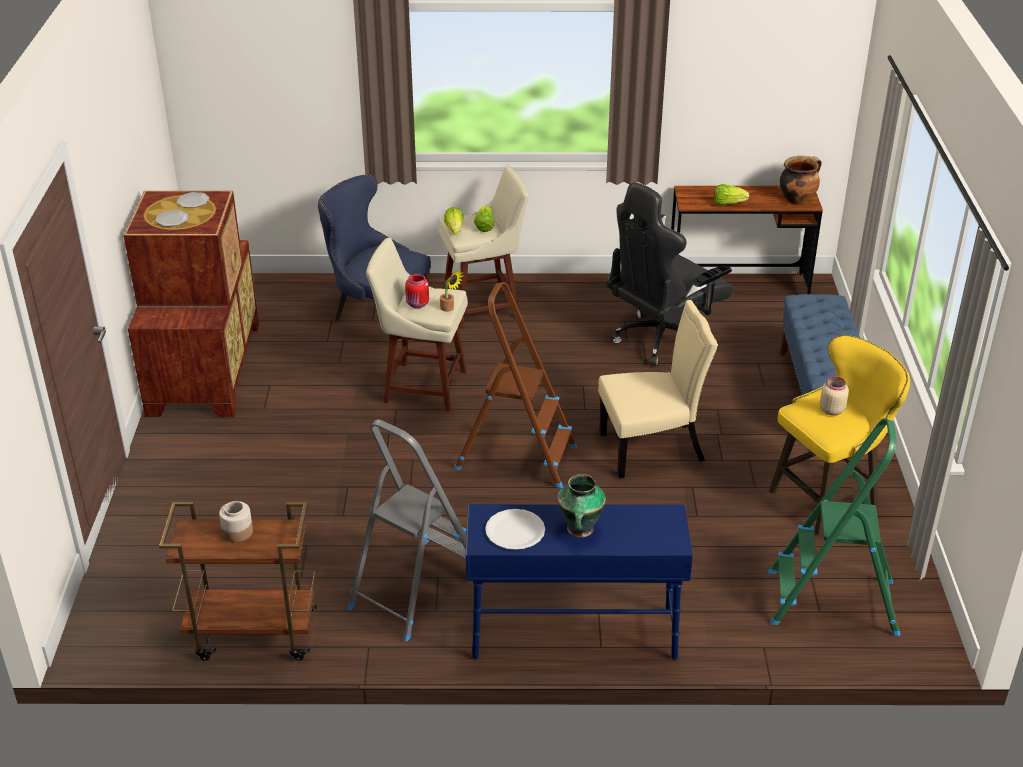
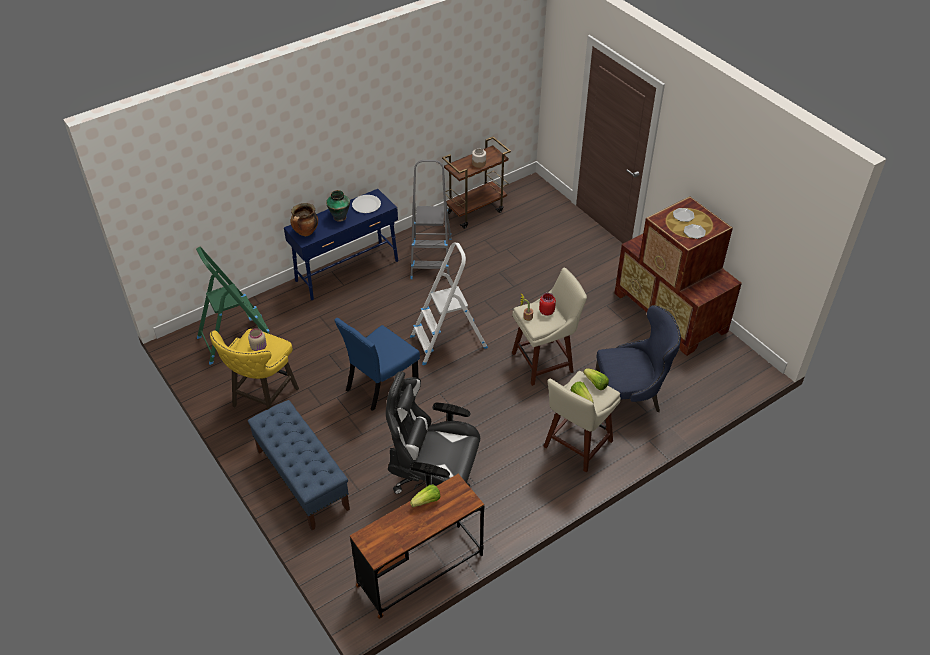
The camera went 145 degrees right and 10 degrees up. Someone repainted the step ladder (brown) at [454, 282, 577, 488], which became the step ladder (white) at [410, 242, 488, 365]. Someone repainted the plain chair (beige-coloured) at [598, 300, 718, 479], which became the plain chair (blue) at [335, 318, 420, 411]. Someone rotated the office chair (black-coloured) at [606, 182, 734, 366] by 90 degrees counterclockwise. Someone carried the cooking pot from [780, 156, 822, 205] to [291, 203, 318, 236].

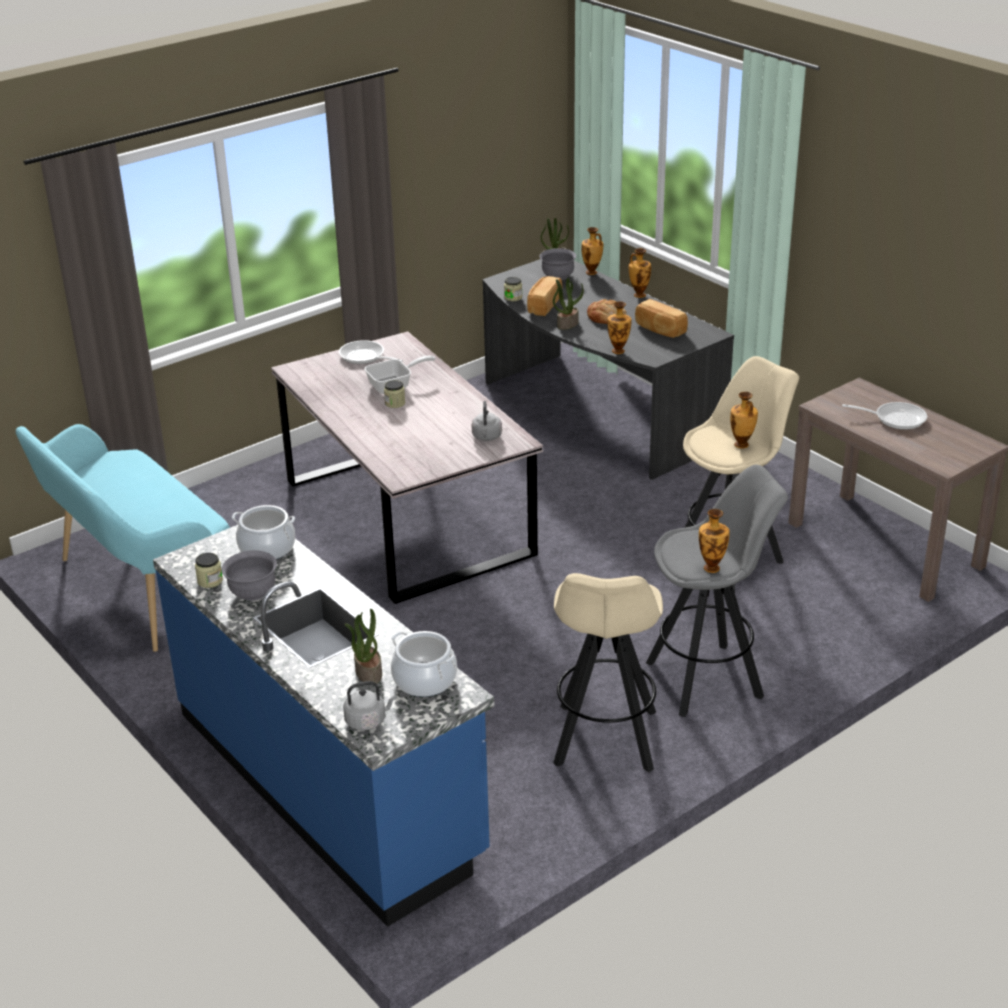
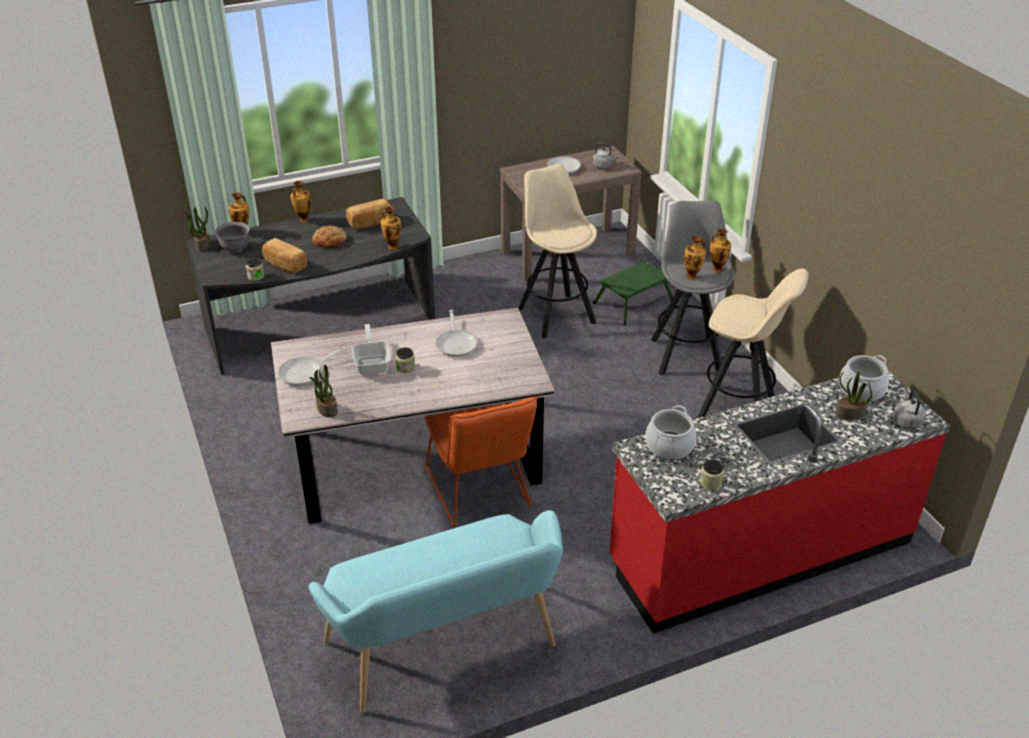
The camera went 75 degrees left and 5 degrees up. Someone repainted the kitchen base unit (blue) at [153, 525, 494, 927], which became the kitchen base unit (reddish) at [609, 371, 950, 634]. Someone took away the bowl (greyish) at [222, 550, 277, 601]. Someone carried the water kettle (greyish) from [472, 401, 502, 441] to [592, 143, 619, 169]. Someone carried the potted plant from [553, 278, 584, 330] to [309, 365, 338, 418]. Someone carried the decorative vase from [730, 392, 758, 449] to [684, 235, 706, 280]. Someone put down the plain chair (orange) at [425, 396, 538, 527]. Someone put down the skillet at [435, 310, 478, 357]. Someone put down the step ladder (greenish) at [592, 260, 673, 326].

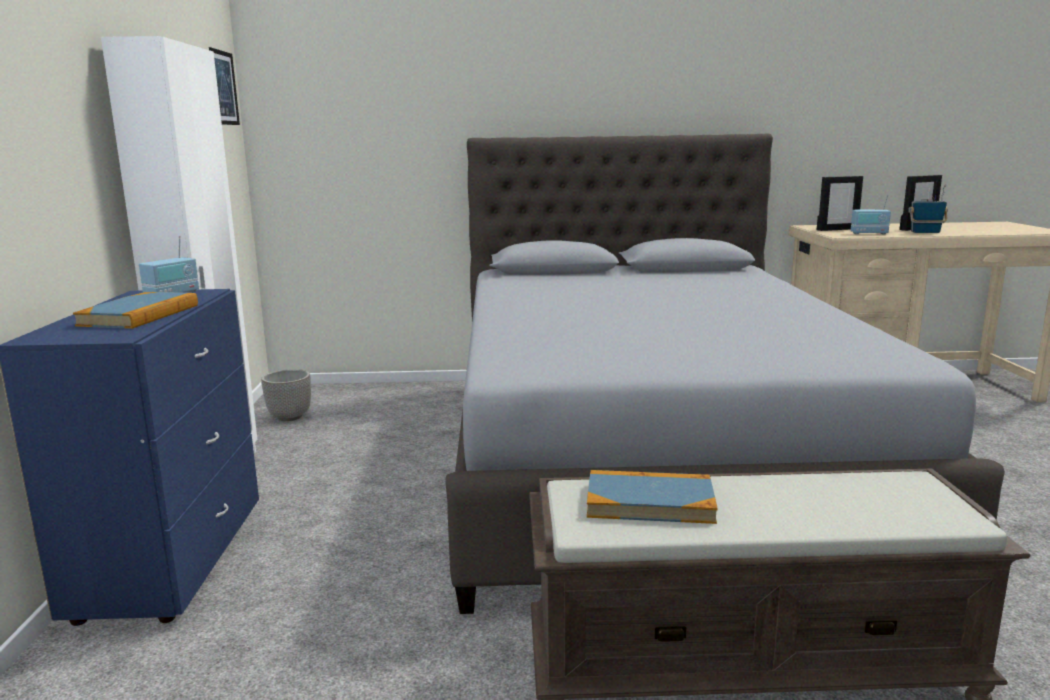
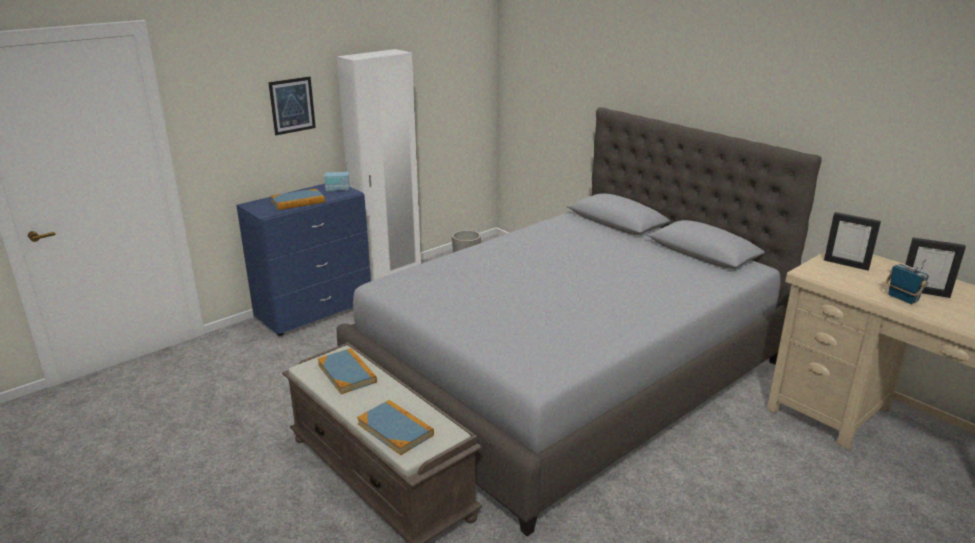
The camera went 50 degrees right and 10 degrees up. Someone carried the picture from [209, 47, 240, 125] to [268, 77, 316, 135]. Someone took away the radio set at [851, 195, 891, 234]. Someone put down the book at [357, 400, 434, 455].

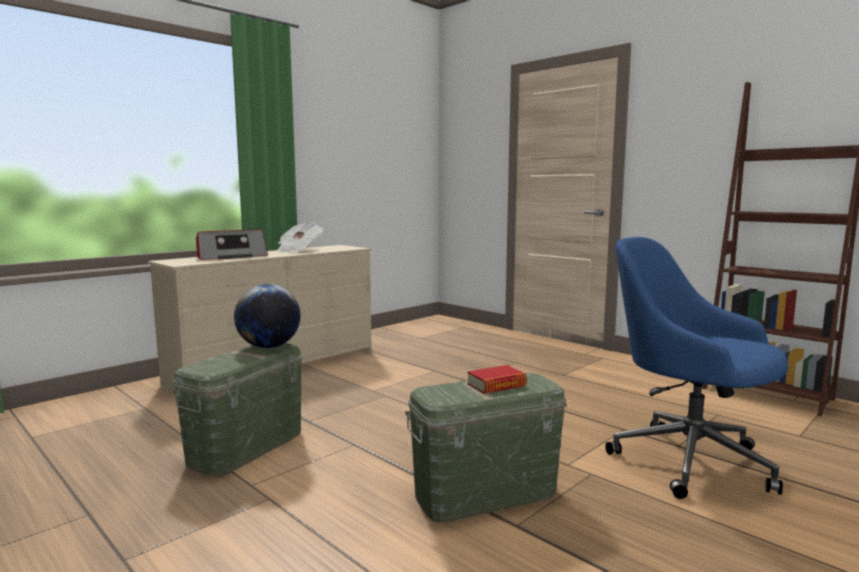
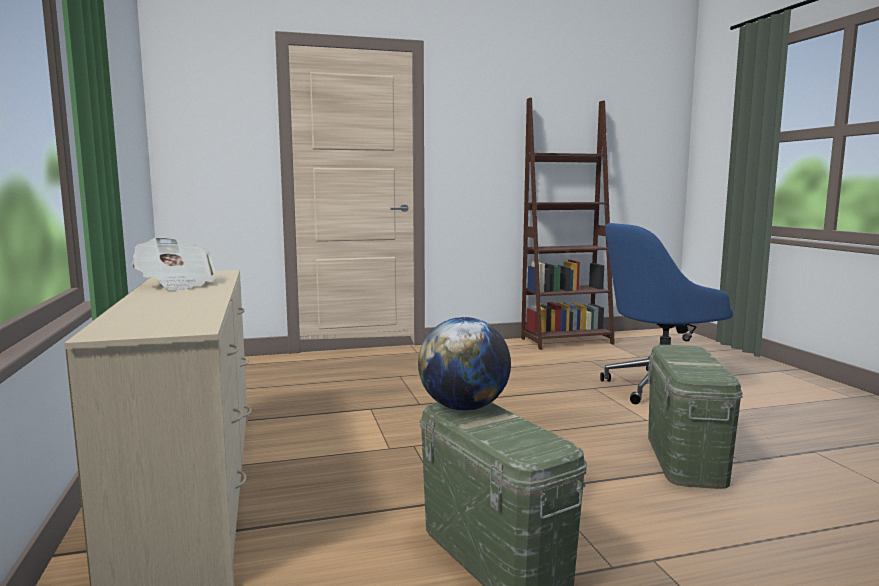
The camera went 60 degrees left and 0 degrees up. Someone took away the radio set at [196, 229, 268, 260]. Someone took away the book at [467, 365, 527, 394].

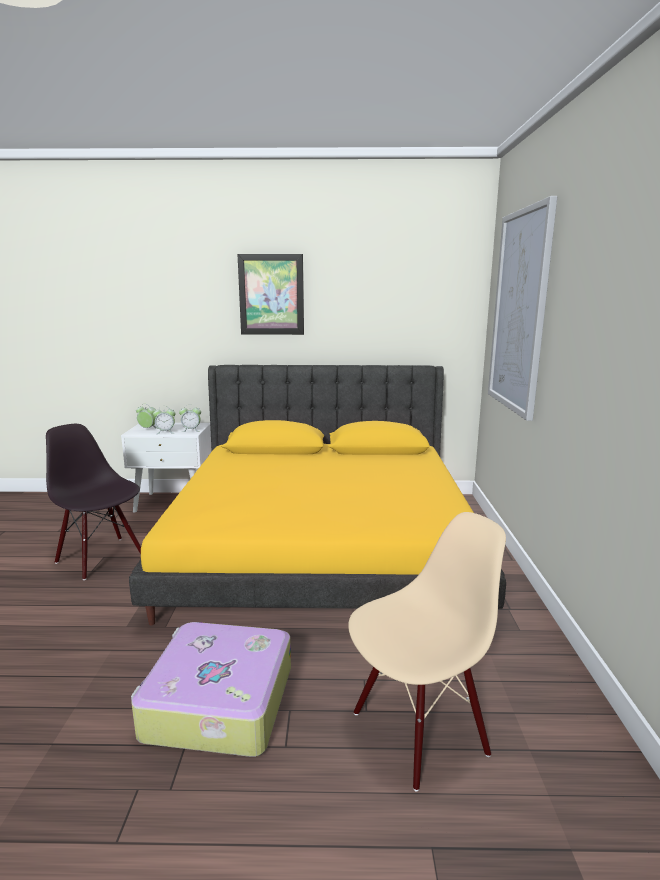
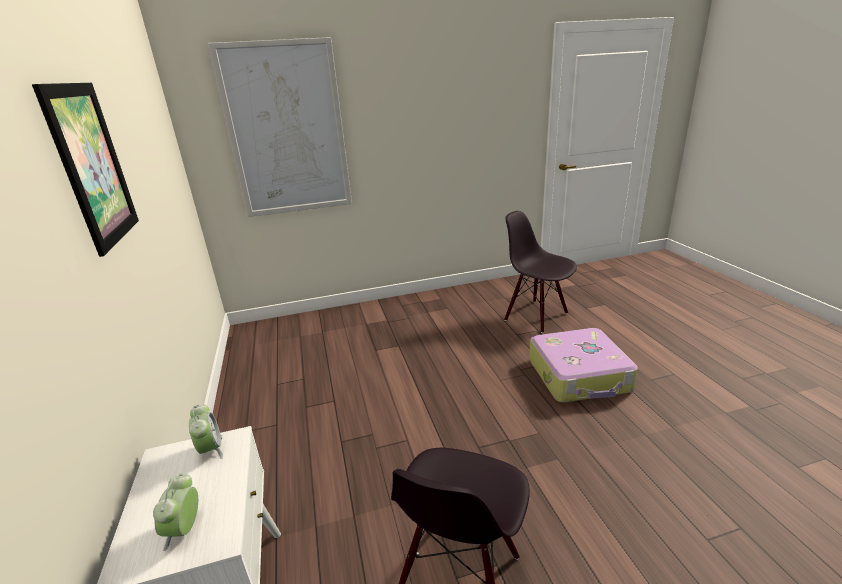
The camera went 105 degrees left and 10 degrees up. Someone took away the bed (yellow) at [129, 365, 506, 625]. Someone took away the table clock at [153, 409, 176, 434]. Someone repainted the plain chair (beige-coloured) at [348, 512, 506, 792], which became the plain chair (black-coloured) at [504, 211, 577, 333].

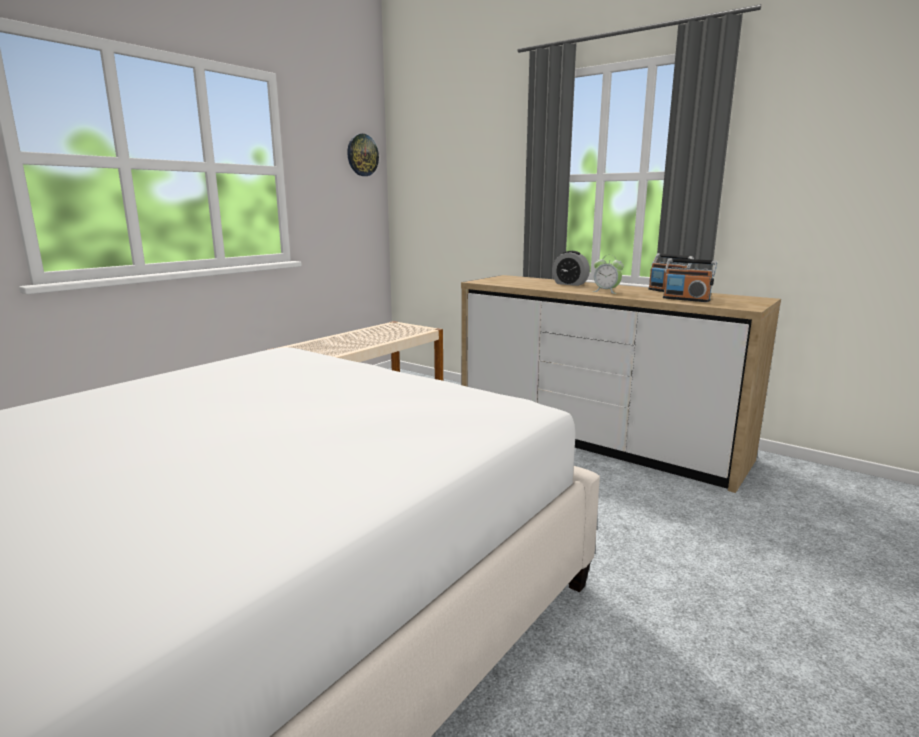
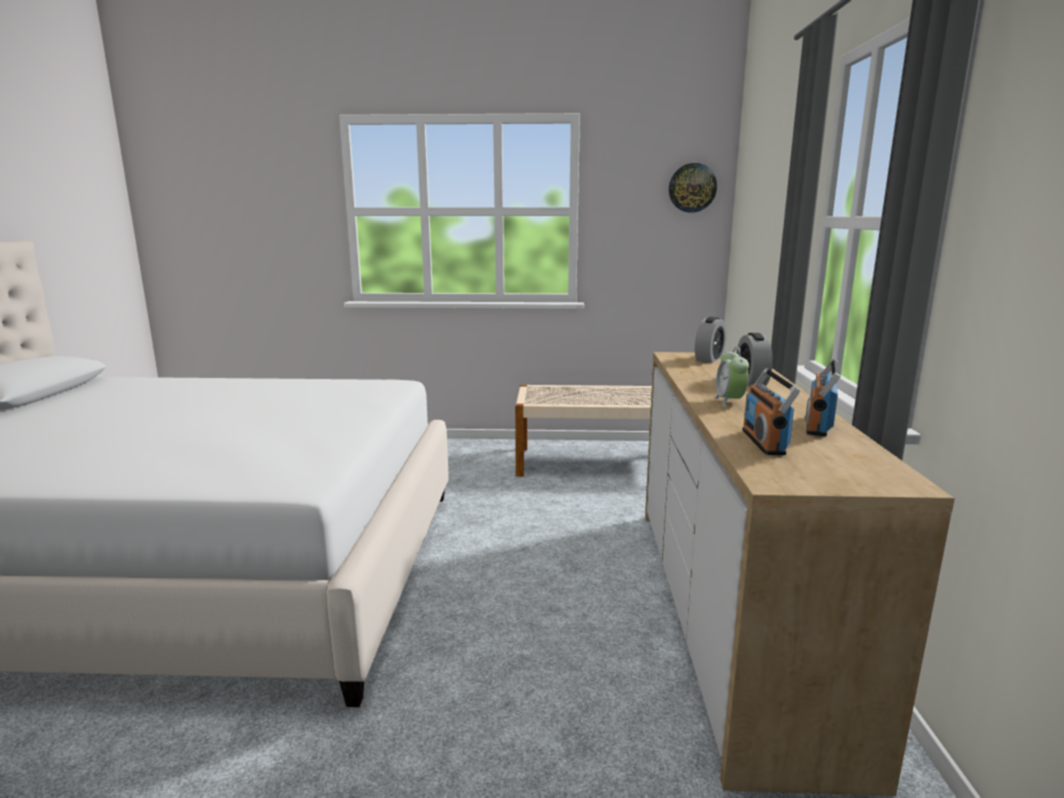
The camera went 55 degrees right and 0 degrees up. Someone put down the table clock at [695, 317, 727, 363].

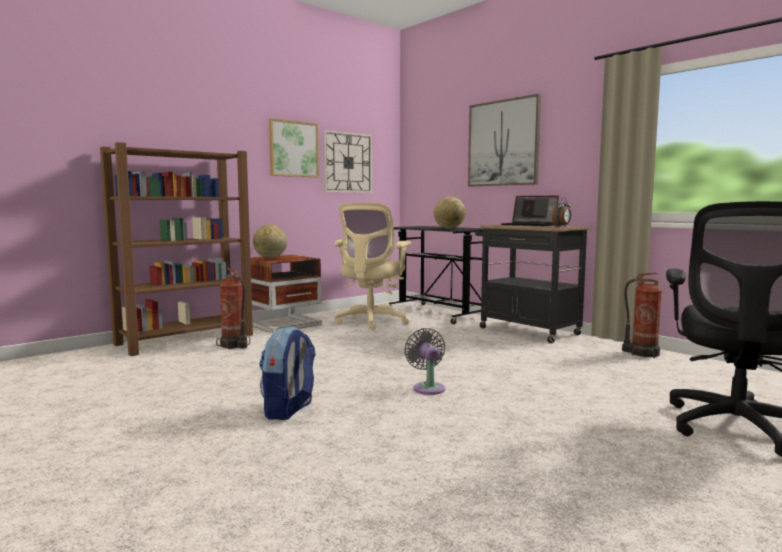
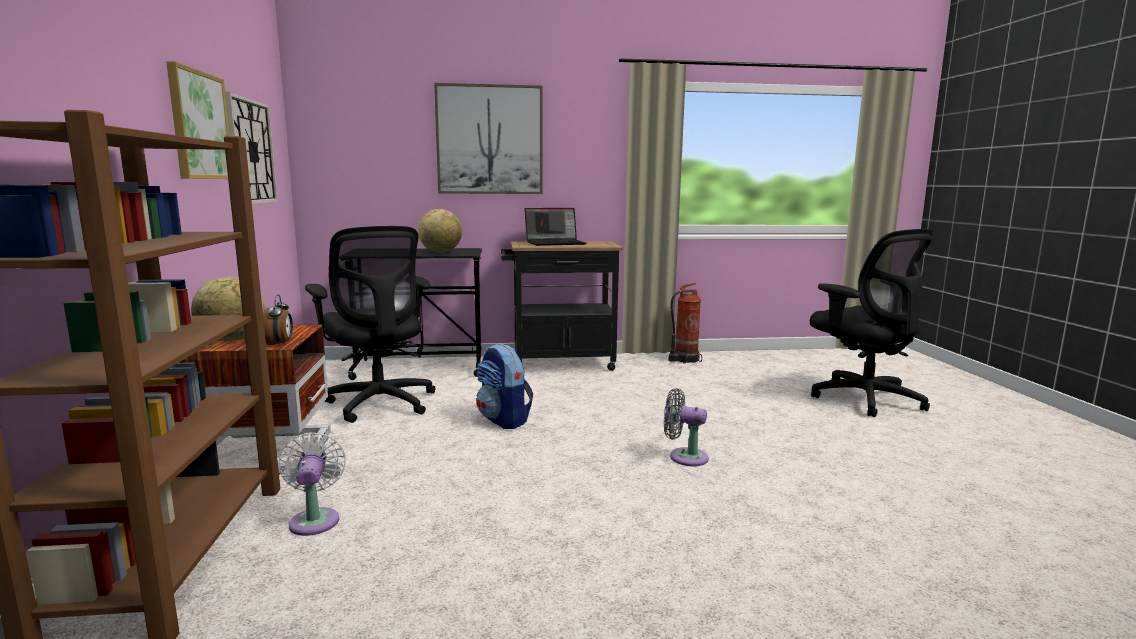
The camera went 55 degrees left and 5 degrees up. Someone swapped the extinguisher at [216, 268, 250, 349] for the electric fan (white) at [278, 432, 346, 536]. Someone carried the knapsack from [259, 326, 316, 420] to [476, 344, 533, 429]. Someone repainted the office chair (beige-coloured) at [334, 202, 411, 330], which became the office chair (black-coloured) at [305, 226, 436, 423]. Someone carried the table clock from [552, 198, 571, 226] to [263, 295, 293, 347].

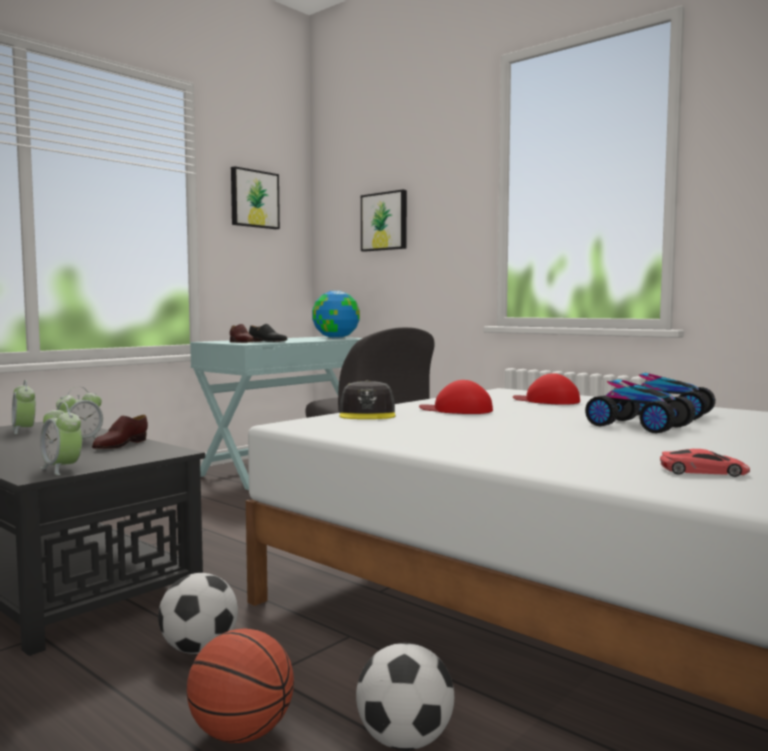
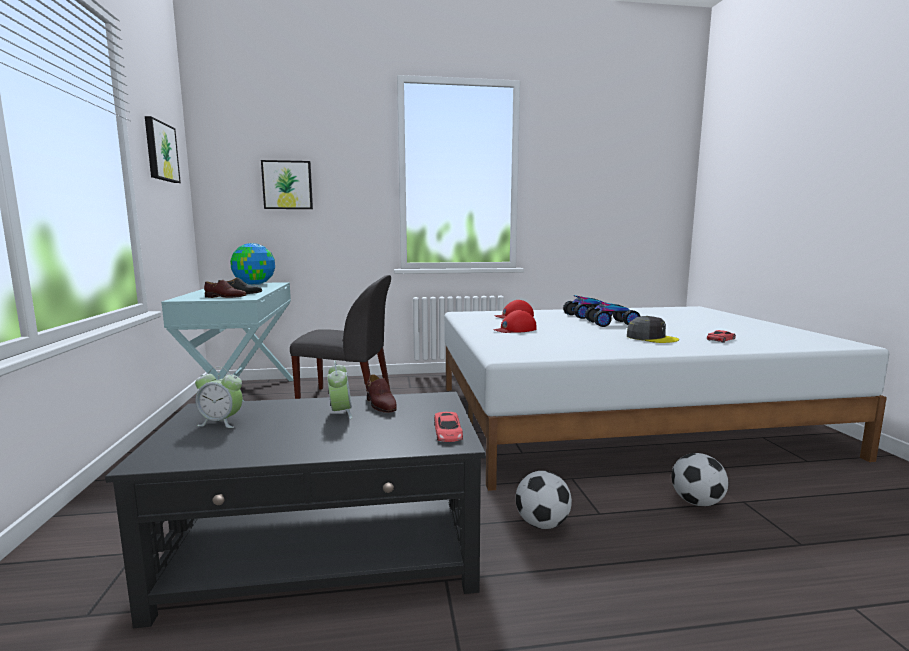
The camera went 50 degrees left and 5 degrees up. Someone swapped the table clock at [40, 403, 82, 475] for the miniature car (reddish) at [434, 412, 463, 442]. Someone took away the basketball ball at [187, 628, 294, 743]. Someone carried the peaked cap (greyish) from [339, 380, 395, 419] to [627, 316, 679, 343].

